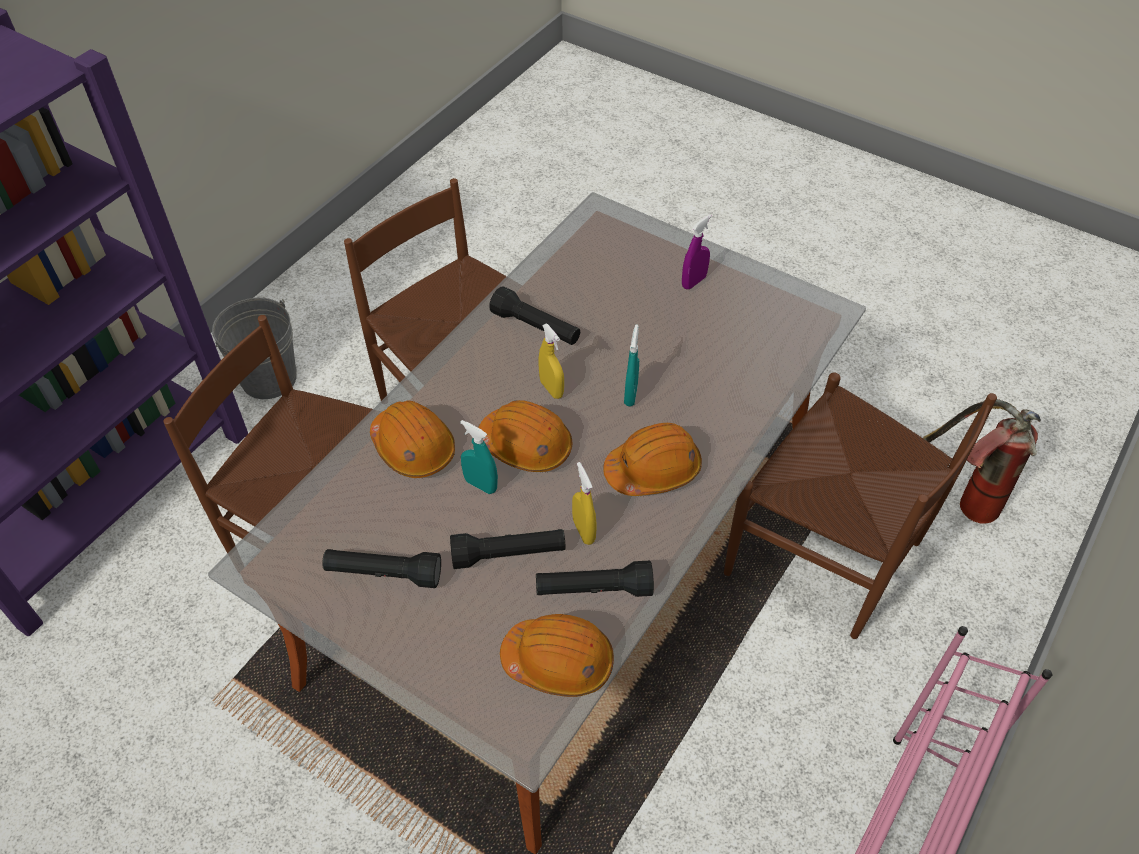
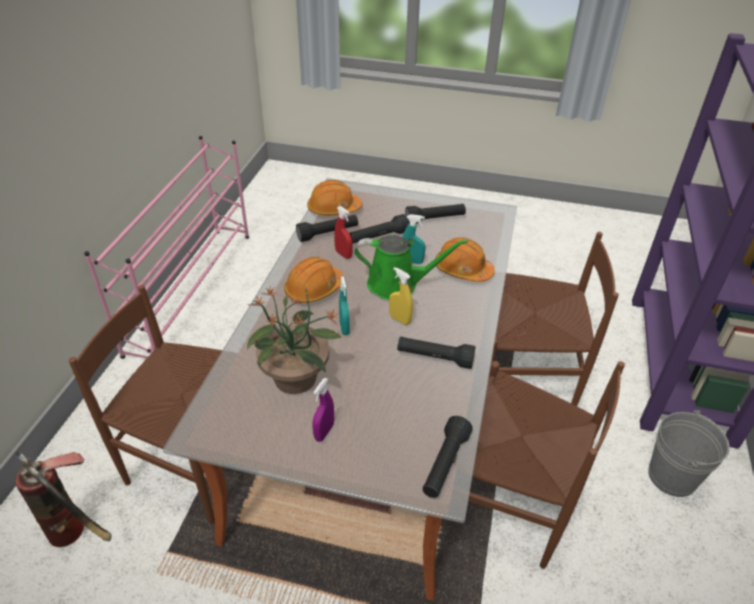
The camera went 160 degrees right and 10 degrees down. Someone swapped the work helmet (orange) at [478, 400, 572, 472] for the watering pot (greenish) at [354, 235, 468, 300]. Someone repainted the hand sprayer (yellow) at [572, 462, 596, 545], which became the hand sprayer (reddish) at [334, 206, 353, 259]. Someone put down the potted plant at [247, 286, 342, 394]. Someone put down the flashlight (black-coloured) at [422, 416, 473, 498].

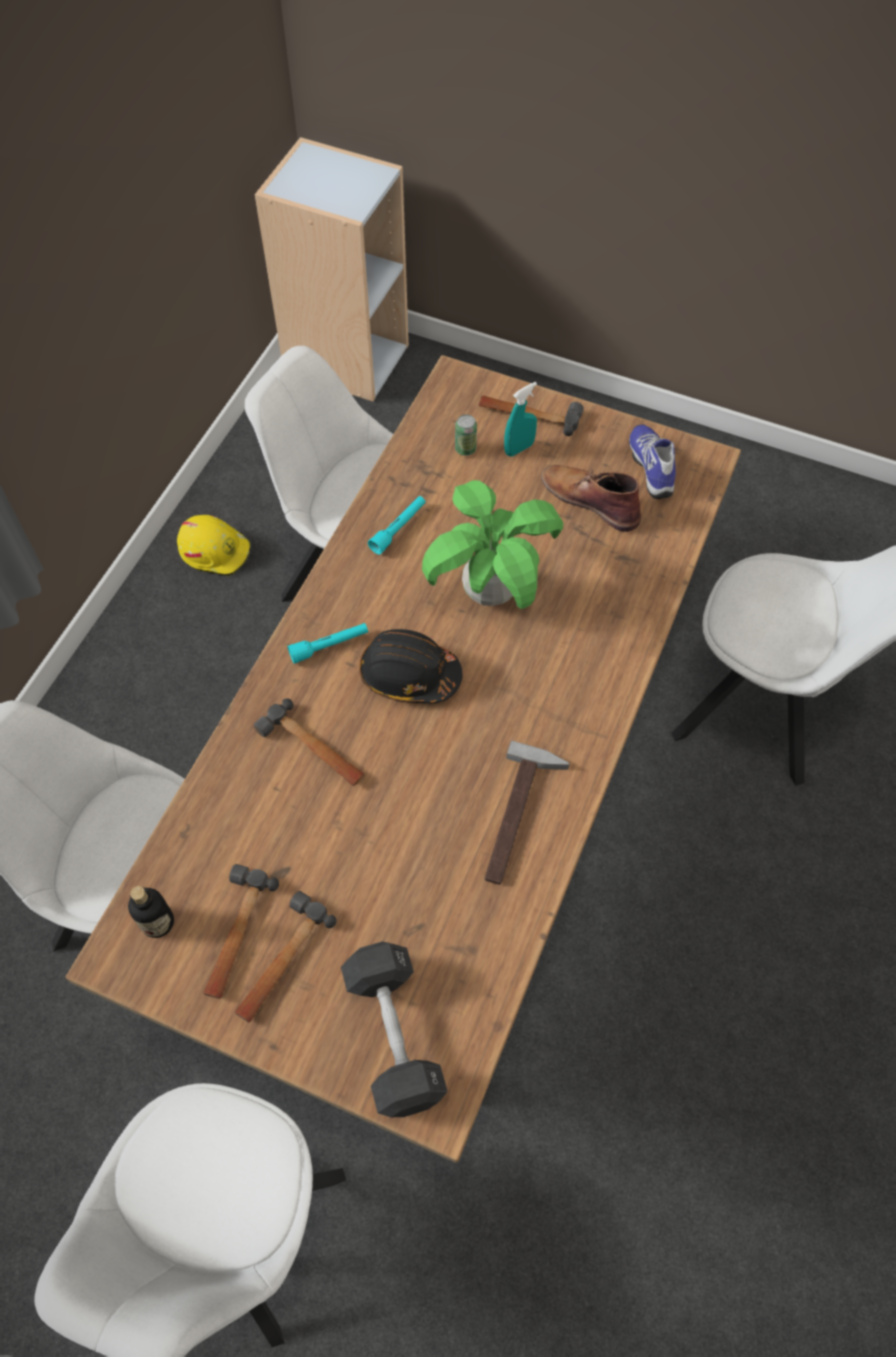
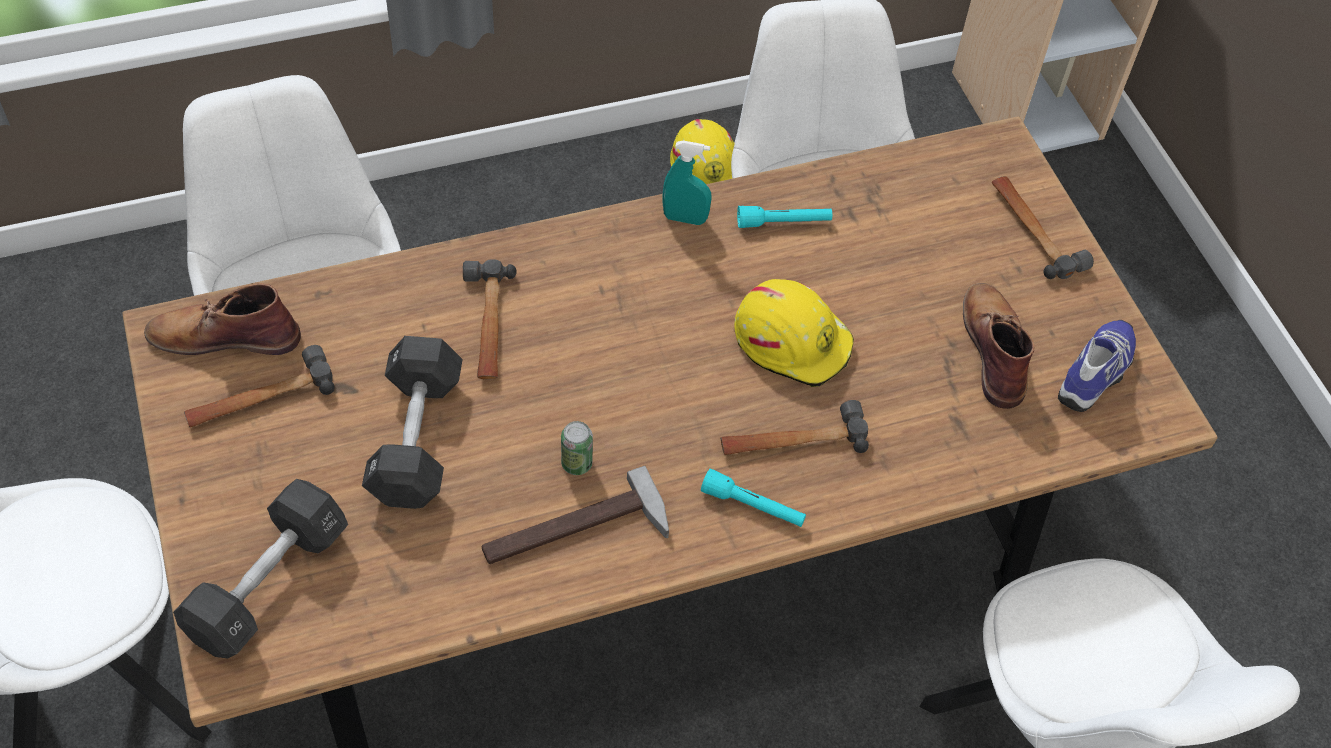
The camera went 45 degrees right and 5 degrees down. Someone swapped the drink bottle at [128, 886, 174, 938] for the high-top boot (brown) at [144, 283, 301, 355]. Someone carried the hammer from [235, 891, 336, 1023] to [721, 400, 869, 455]. Someone carried the flashlight (turquoise-coloured) from [287, 623, 368, 664] to [701, 468, 806, 527]. Someone took away the work helmet (black-coloured) at [359, 629, 463, 703]. Someone swapped the potted plant at [422, 480, 563, 609] for the work helmet (yellow) at [734, 279, 854, 387]. Someone carried the sealed can from [455, 414, 477, 456] to [561, 421, 593, 475]. Someone carried the hand sprayer (turquoise-coloured) from [504, 382, 537, 456] to [663, 140, 712, 225]. Someone put down the free weight (black-coloured) at [362, 336, 463, 509].

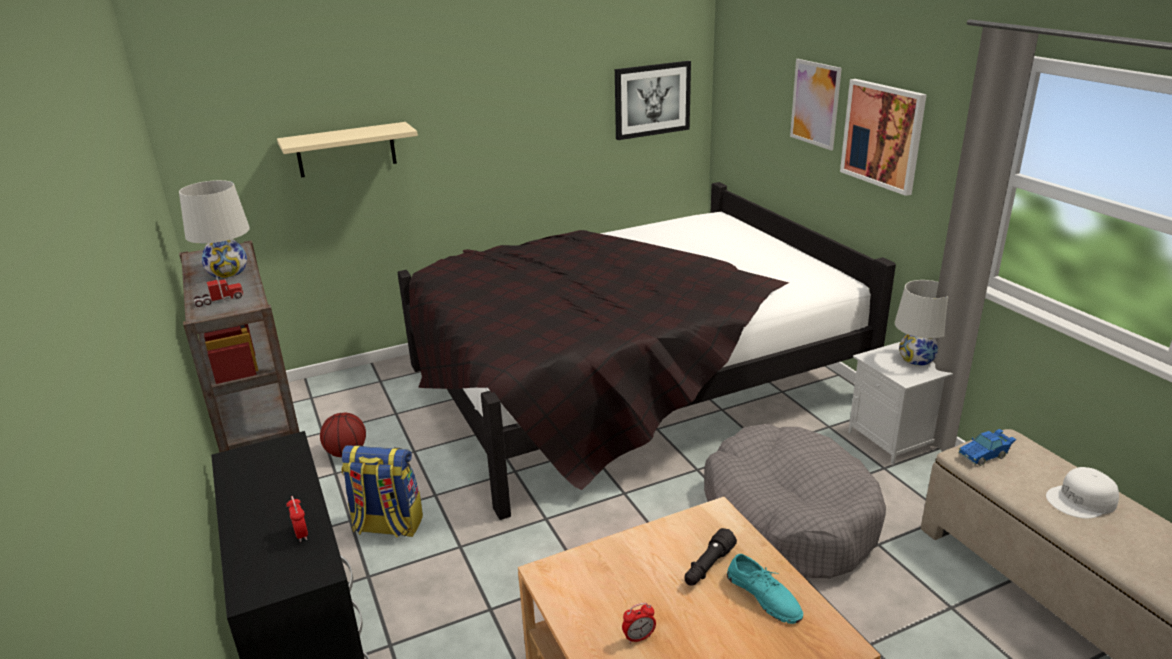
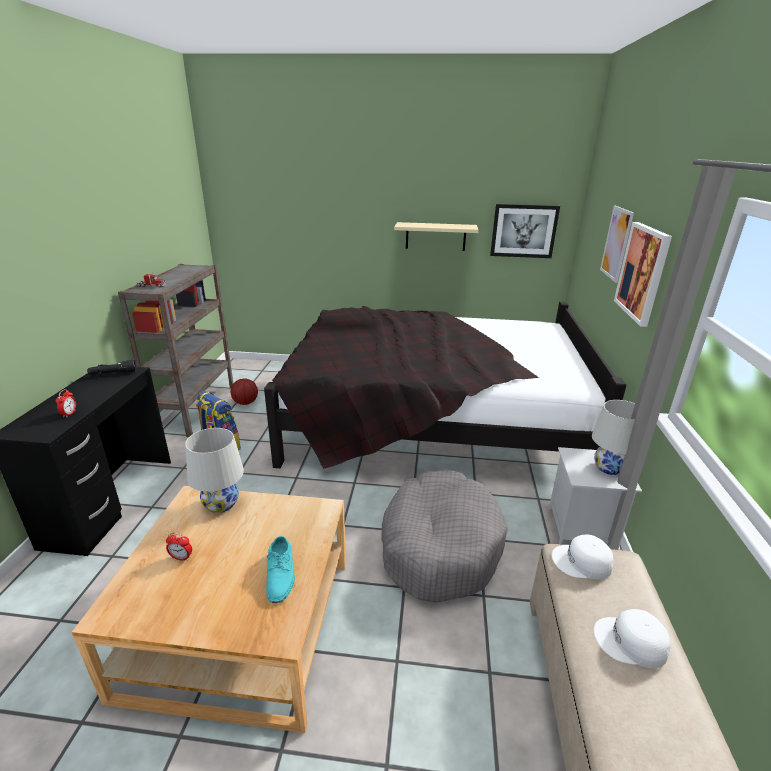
The camera went 30 degrees right and 0 degrees up. Someone carried the tabletop lamp (white) from [179, 180, 250, 278] to [185, 428, 244, 513]. Someone carried the bracket shelf (beige-coloured) from [277, 122, 418, 178] to [394, 222, 478, 251]. Someone carried the flashlight (black-coloured) from [684, 528, 737, 585] to [87, 360, 137, 375]. Someone swapped the miniature car (blue) at [958, 429, 1016, 466] for the peaked cap (white) at [552, 535, 614, 580].

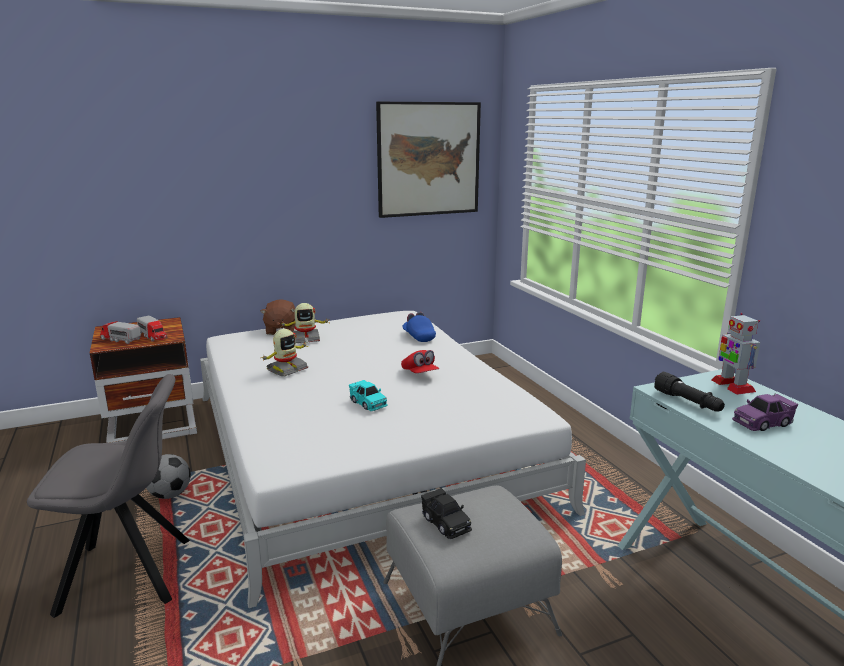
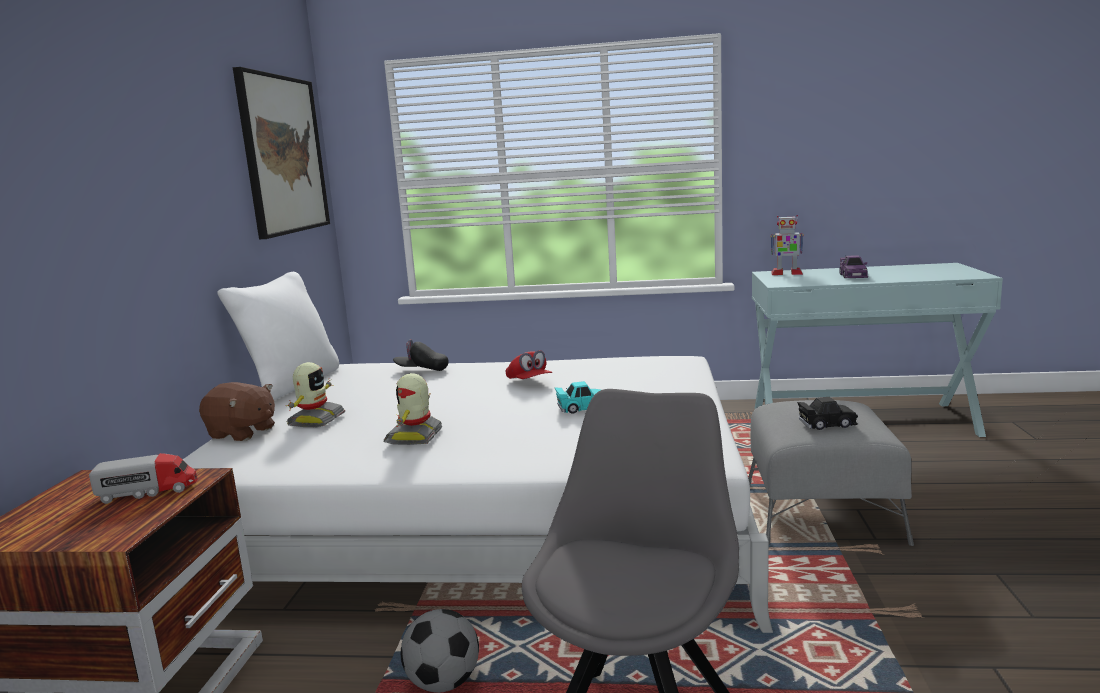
The camera went 60 degrees left and 5 degrees down. Someone took away the model truck at [100, 321, 141, 344]. Someone rotated the model robot at [261, 329, 308, 376] by 150 degrees counterclockwise. Someone rotated the peaked cap (reddish) at [401, 350, 439, 373] by 60 degrees clockwise. Someone repainted the peaked cap (blue) at [402, 312, 436, 342], which became the peaked cap (black-coloured) at [393, 339, 449, 371]. Someone took away the flashlight (black-coloured) at [654, 372, 725, 412]. Someone put down the throw pillow (white) at [217, 272, 339, 400].

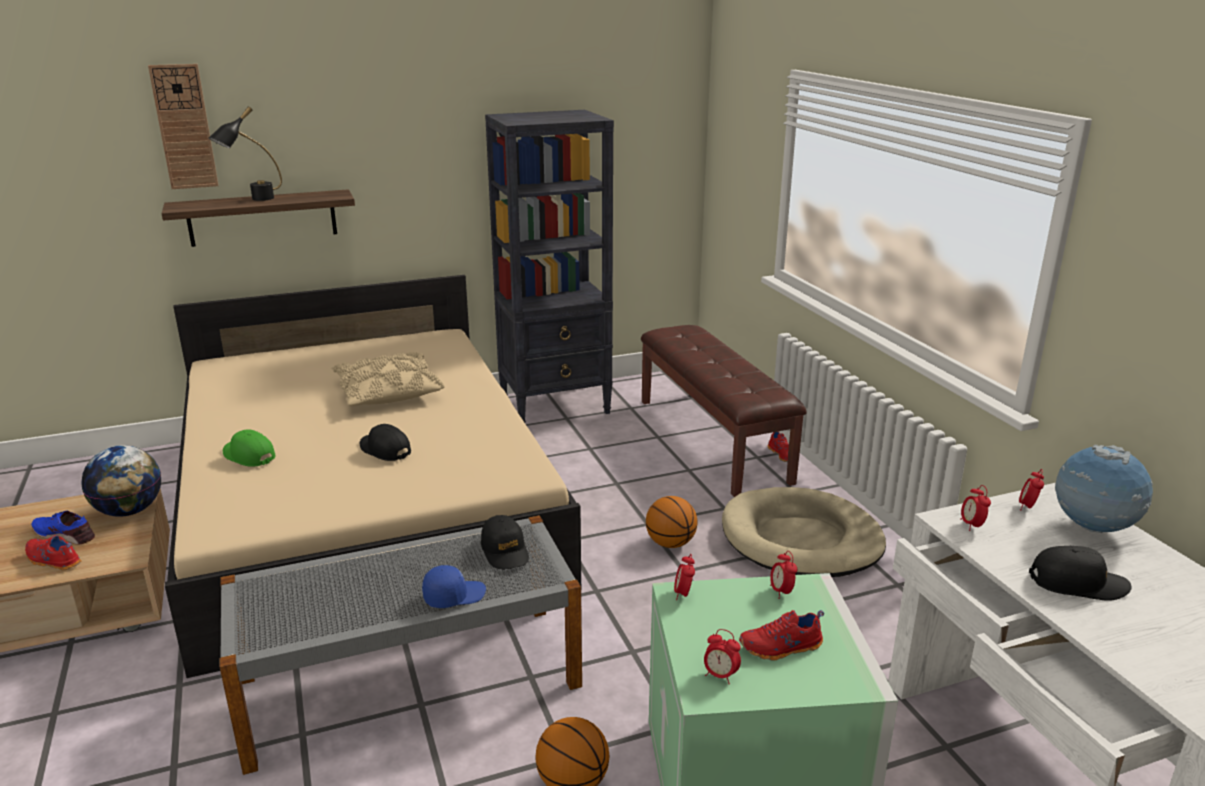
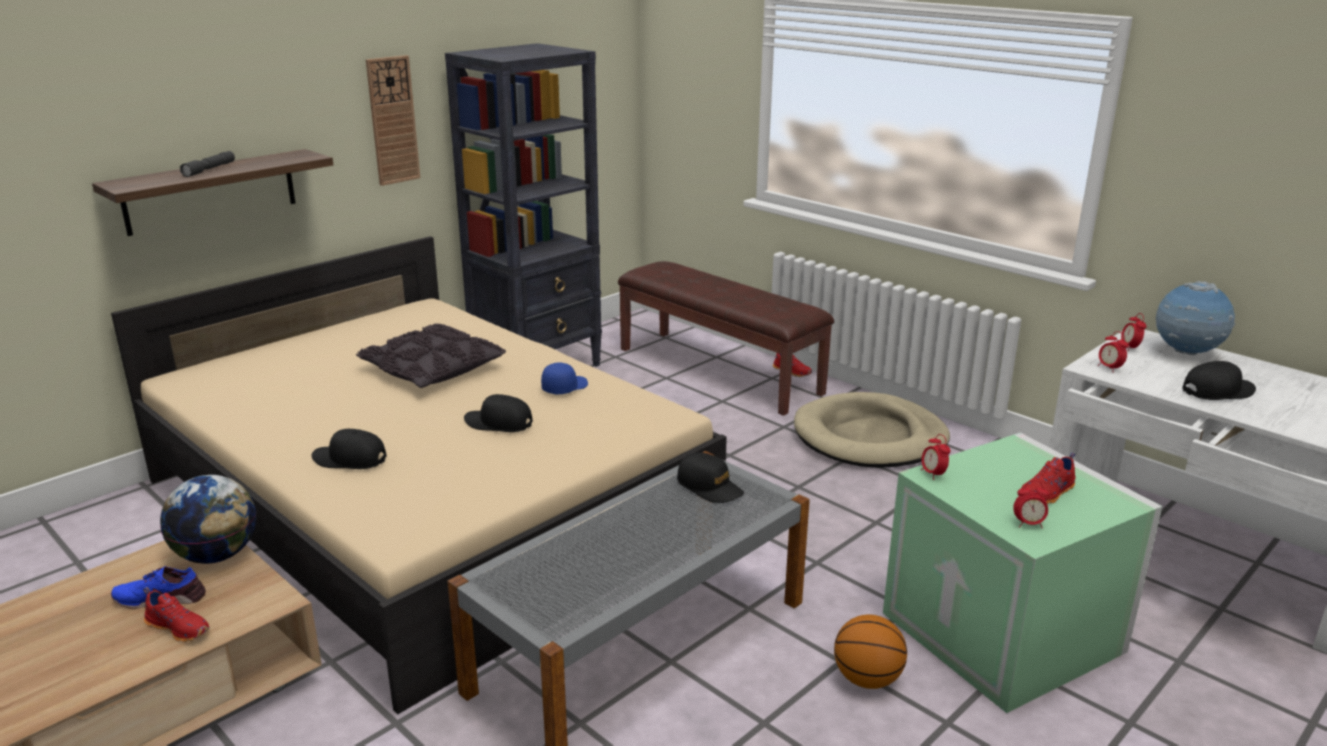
The camera went 25 degrees left and 0 degrees up. Someone rotated the item of footwear (reddish) at [25, 535, 81, 571] by 150 degrees counterclockwise. Someone carried the clock on the wall from [148, 64, 219, 189] to [366, 55, 420, 186]. Someone swapped the tabletop lamp (black-coloured) at [209, 106, 282, 201] for the flashlight (greyish) at [180, 151, 235, 177]. Someone repainted the peaked cap (greenish) at [223, 429, 276, 467], which became the peaked cap (black-coloured) at [312, 429, 387, 469]. Someone repainted the throw pillow (beige-coloured) at [331, 352, 445, 406], which became the throw pillow (black-coloured) at [356, 323, 506, 388]. Someone carried the peaked cap (blue) from [422, 565, 486, 608] to [541, 362, 588, 395]. Someone took away the basketball ball at [646, 496, 698, 548]. Someone took away the table clock at [770, 551, 797, 599].

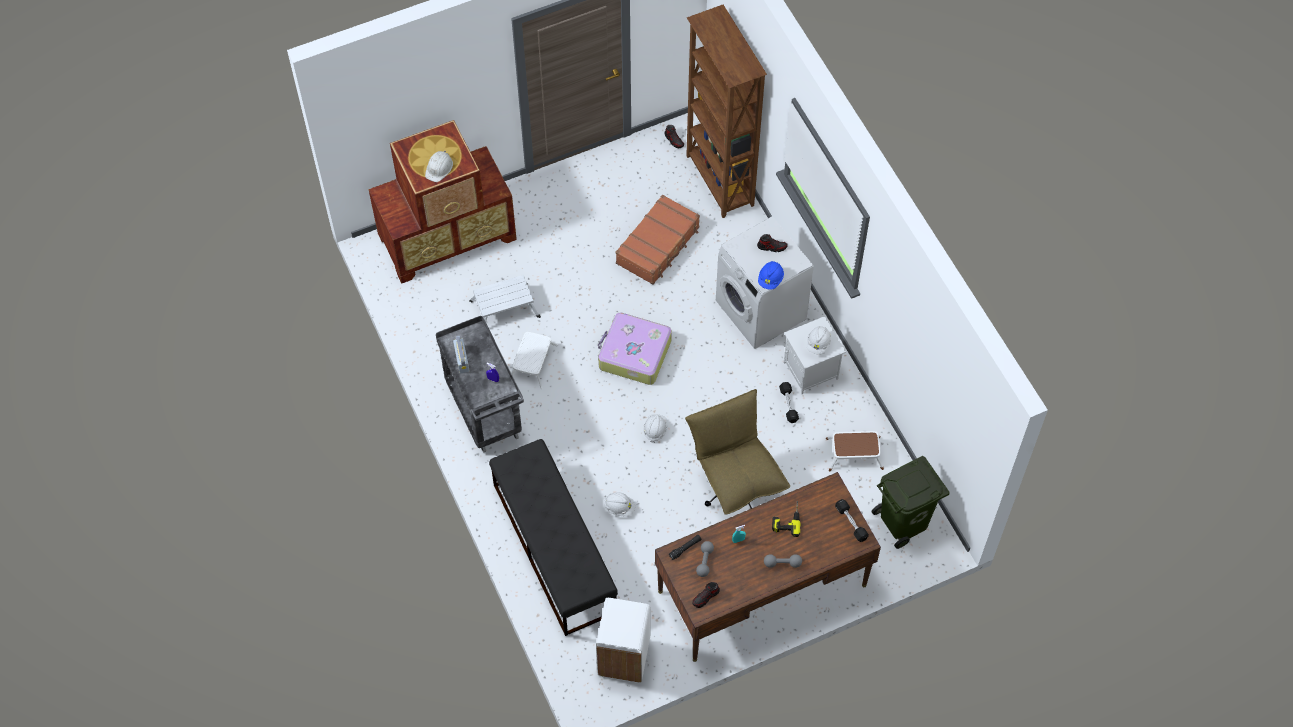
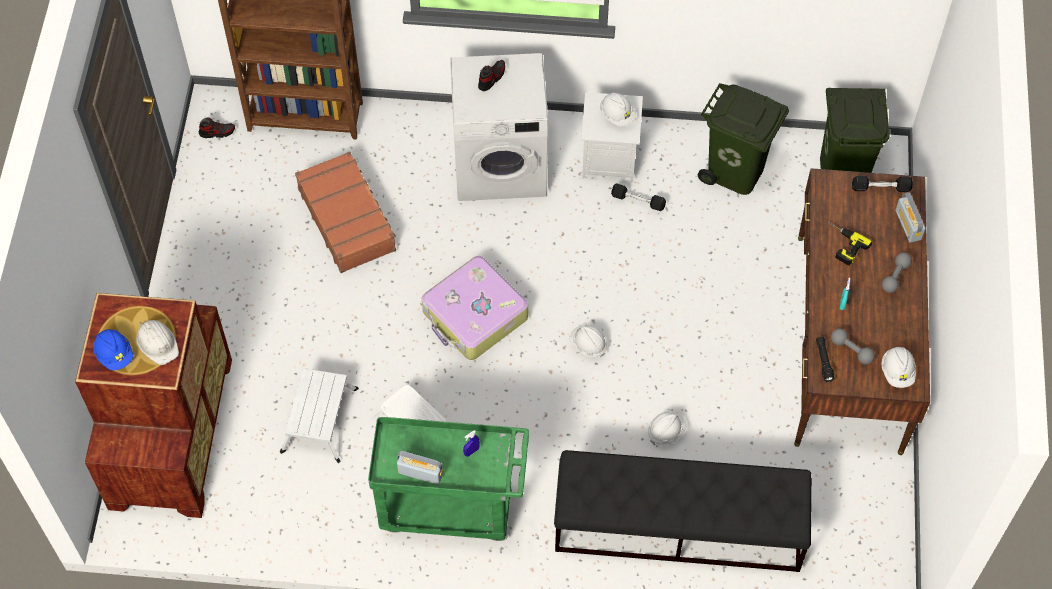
The camera went 60 degrees left and 0 degrees up. Someone repainted the trolley (greyish) at [436, 316, 524, 452], which became the trolley (greenish) at [368, 417, 529, 541]. Someone took away the waste bin (white) at [596, 598, 650, 683]. Someone took away the office chair (beige-coloured) at [685, 389, 790, 515]. Someone swapped the item of footwear at [692, 582, 720, 608] for the work helmet (white) at [882, 347, 916, 388]. Someone carried the work helmet (blue) from [758, 261, 784, 290] to [93, 329, 133, 370]. Someone swapped the step ladder (brown) at [826, 431, 884, 471] for the waste bin (greenish) at [698, 83, 789, 195]. Someone put down the radio set at [895, 192, 925, 243].

